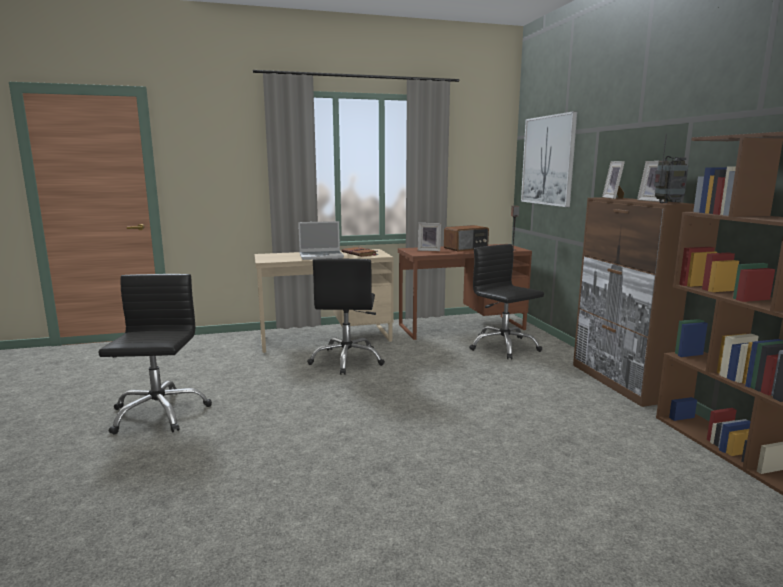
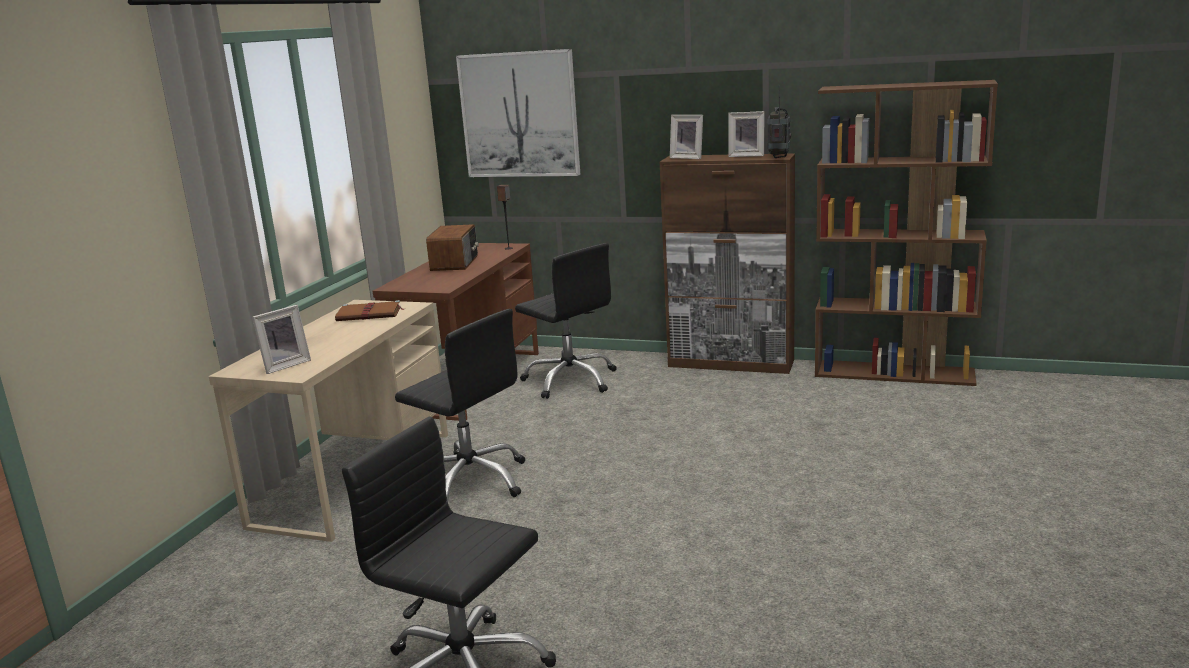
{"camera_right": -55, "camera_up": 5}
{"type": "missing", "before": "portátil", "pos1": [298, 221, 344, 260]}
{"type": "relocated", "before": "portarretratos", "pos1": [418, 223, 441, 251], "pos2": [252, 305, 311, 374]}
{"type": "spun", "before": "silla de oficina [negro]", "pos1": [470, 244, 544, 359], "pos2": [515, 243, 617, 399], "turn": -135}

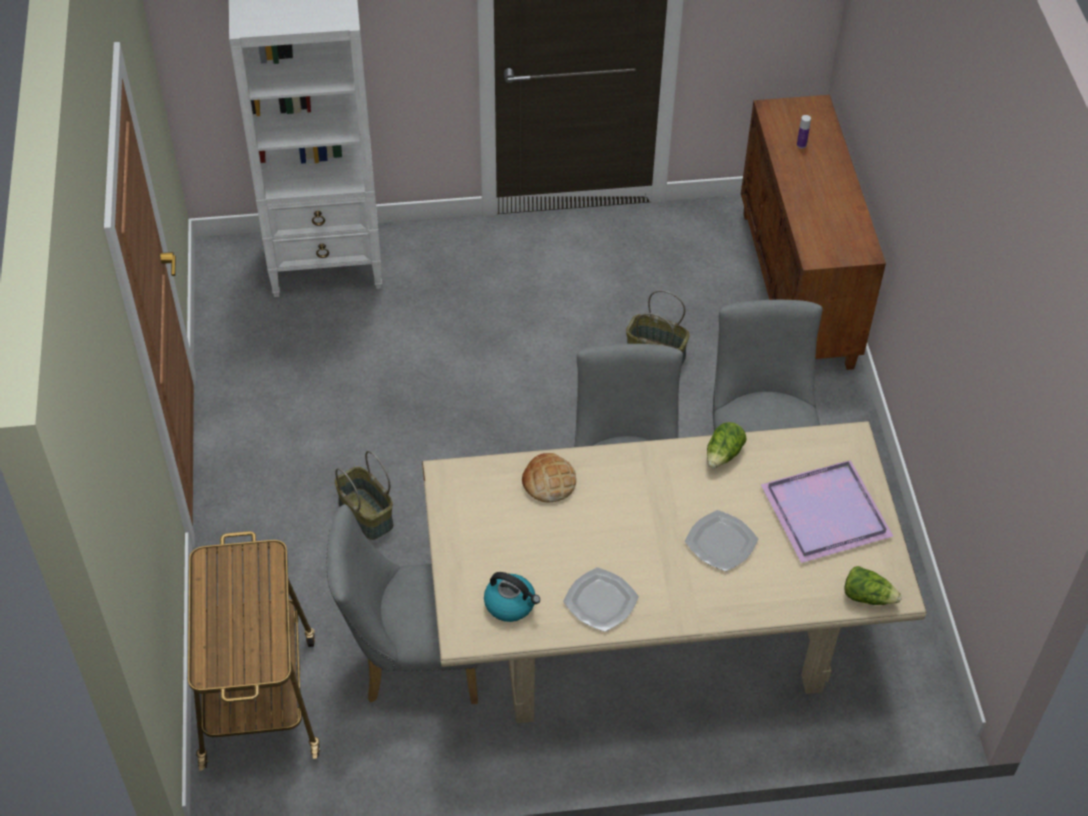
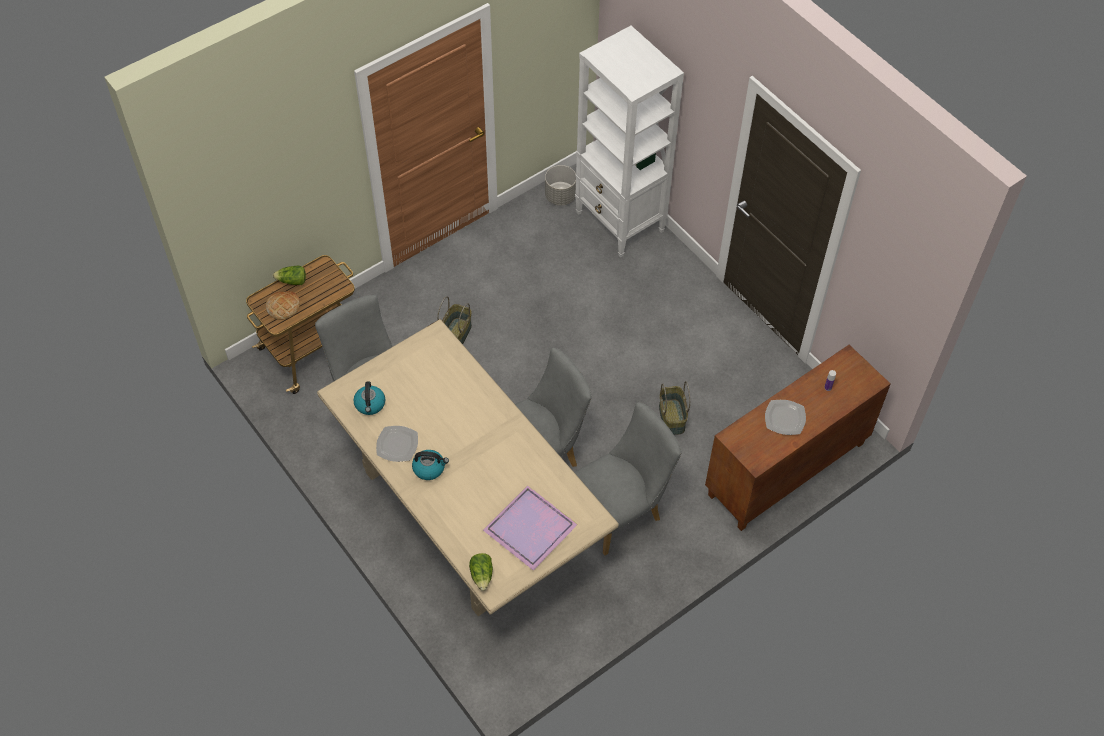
{"camera_right": 60, "camera_up": 5}
{"type": "appeared", "after": "hervidor", "pos2": [412, 450, 449, 480]}
{"type": "appeared", "after": "maceta [gris]", "pos2": [545, 165, 576, 206]}
{"type": "relocated", "before": "pan", "pos1": [522, 453, 576, 503], "pos2": [266, 291, 300, 320]}
{"type": "relocated", "before": "plato", "pos1": [685, 510, 758, 571], "pos2": [765, 400, 806, 435]}
{"type": "relocated", "before": "lechuga", "pos1": [707, 422, 747, 468], "pos2": [272, 266, 306, 285]}

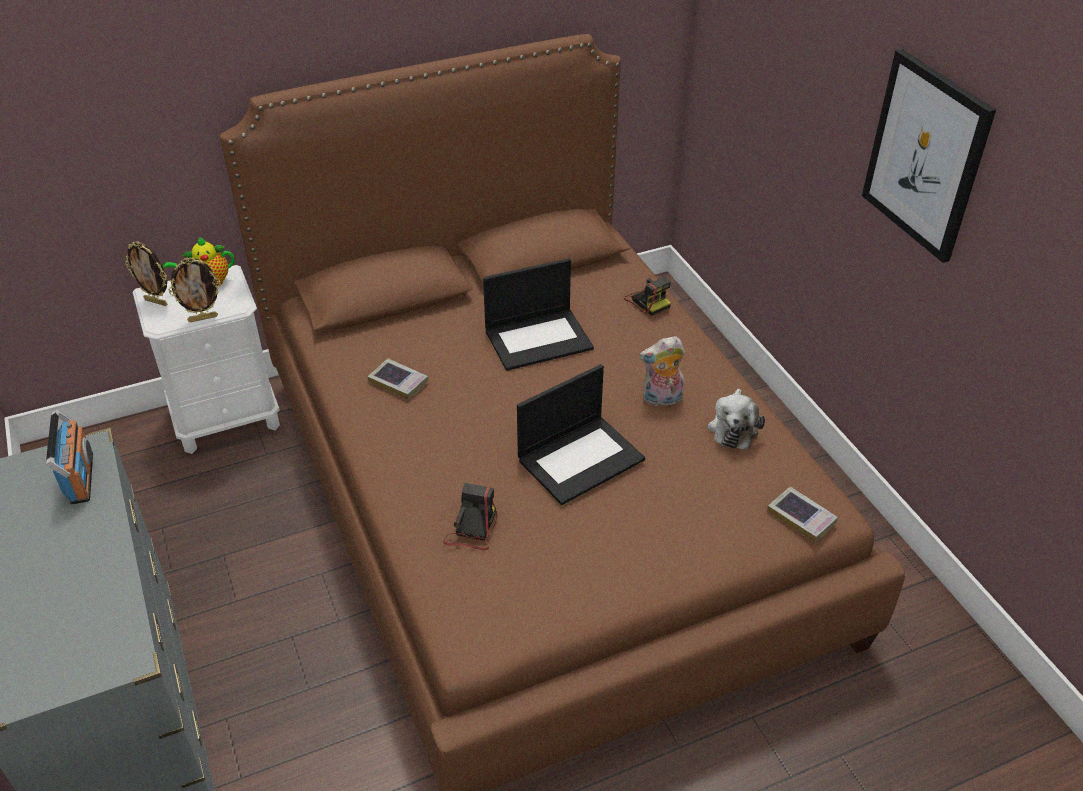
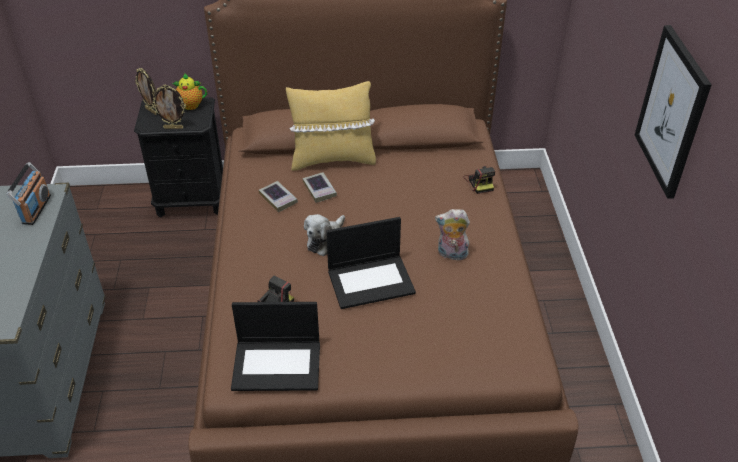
{"camera_right": 20, "camera_up": 0}
{"type": "appeared", "after": "cojín [amarillo]", "pos2": [286, 81, 376, 171]}
{"type": "relocated", "before": "portátil", "pos1": [483, 258, 594, 371], "pos2": [231, 302, 320, 391]}
{"type": "relocated", "before": "peluche", "pos1": [707, 389, 765, 449], "pos2": [304, 214, 345, 256]}
{"type": "relocated", "before": "libro", "pos1": [767, 486, 838, 543], "pos2": [303, 172, 337, 203]}
{"type": "colour", "before": "mesita de noche [blanco]", "after": "mesita de noche [negro]", "pos1": [133, 265, 280, 454], "pos2": [134, 97, 223, 218]}

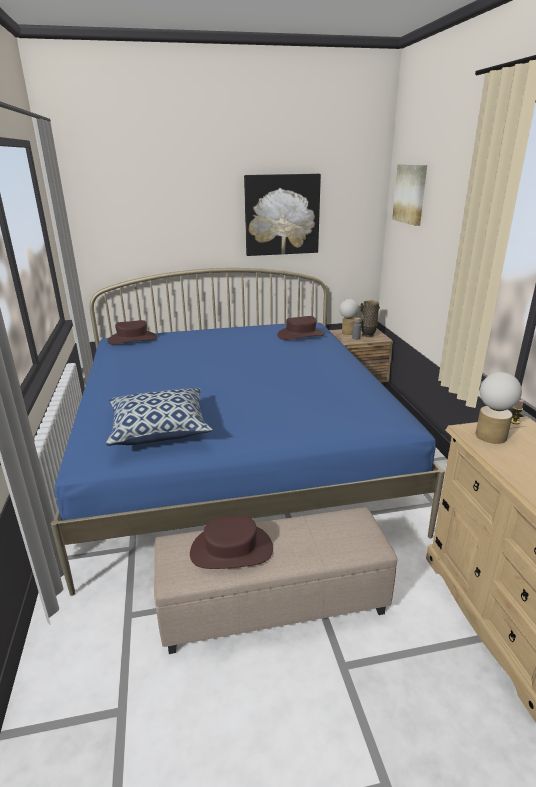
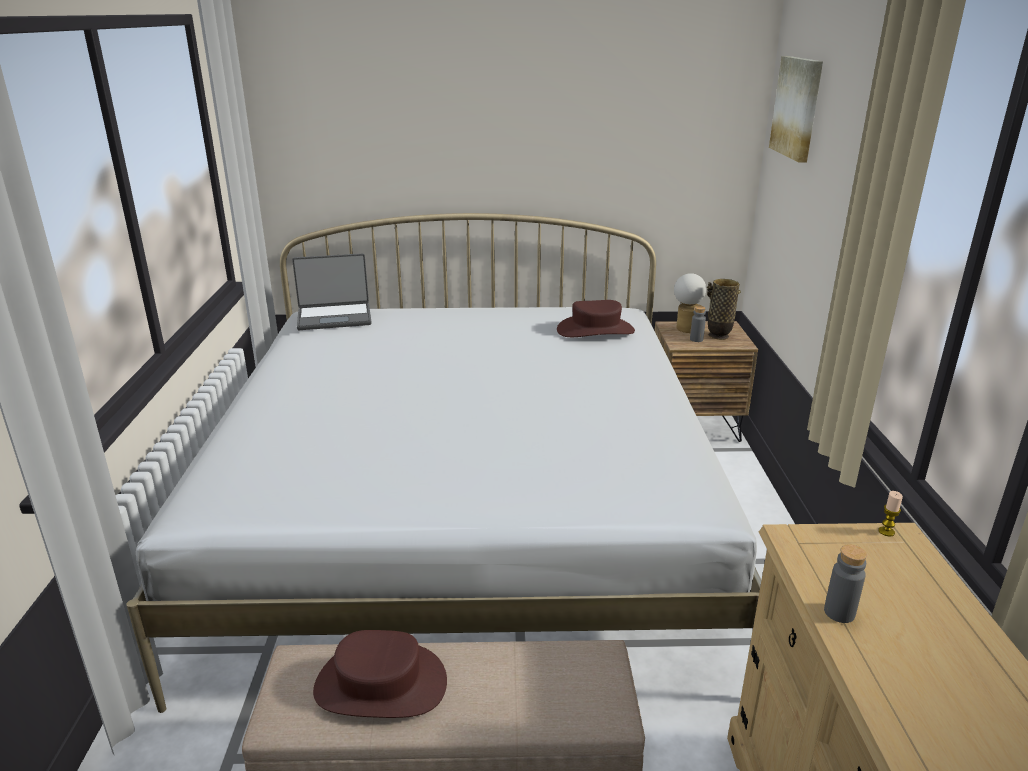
{"camera_right": 10, "camera_up": 0}
{"type": "missing", "before": "cojín", "pos1": [106, 388, 213, 446]}
{"type": "missing", "before": "cuadro", "pos1": [244, 174, 321, 256]}
{"type": "missing", "before": "lámpara de mesa", "pos1": [476, 372, 522, 444]}
{"type": "appeared", "after": "botella [gris]", "pos2": [824, 544, 867, 623]}
{"type": "exchanged", "before": "sombrero [marrón]", "after": "portátil", "pos1": [107, 320, 158, 344], "pos2": [292, 253, 372, 330]}
{"type": "colour", "before": "cama [azul]", "after": "cama [blanco]", "pos1": [51, 268, 445, 596], "pos2": [126, 213, 761, 713]}

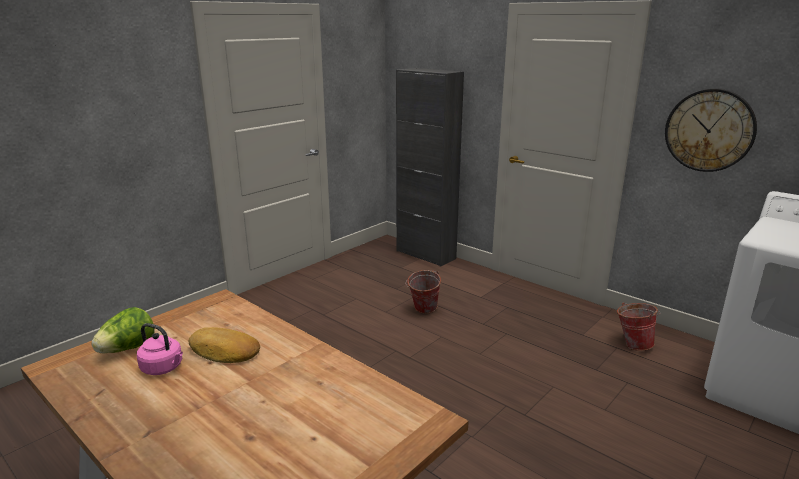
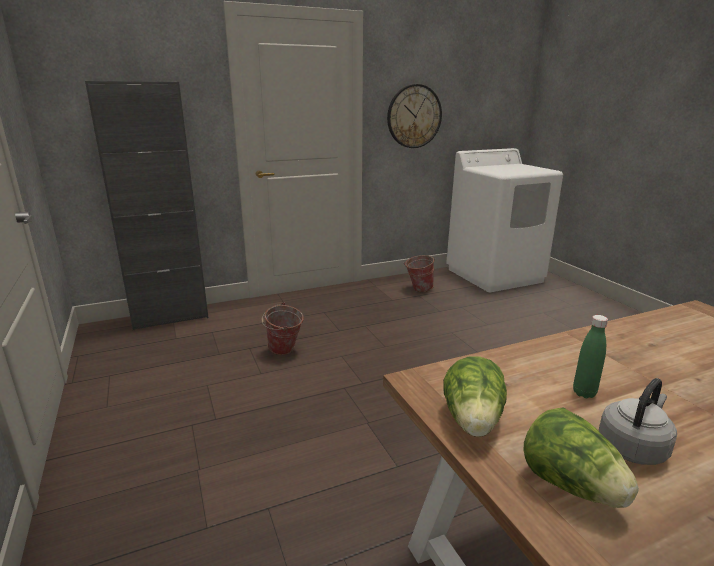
{"camera_right": -65, "camera_up": 0}
{"type": "appeared", "after": "lechuga", "pos2": [443, 356, 507, 437]}
{"type": "exchanged", "before": "pan", "after": "botella [verde]", "pos1": [189, 327, 260, 363], "pos2": [573, 315, 608, 398]}
{"type": "colour", "before": "hervidor [rosa]", "after": "hervidor [gris]", "pos1": [137, 323, 183, 375], "pos2": [599, 378, 677, 465]}

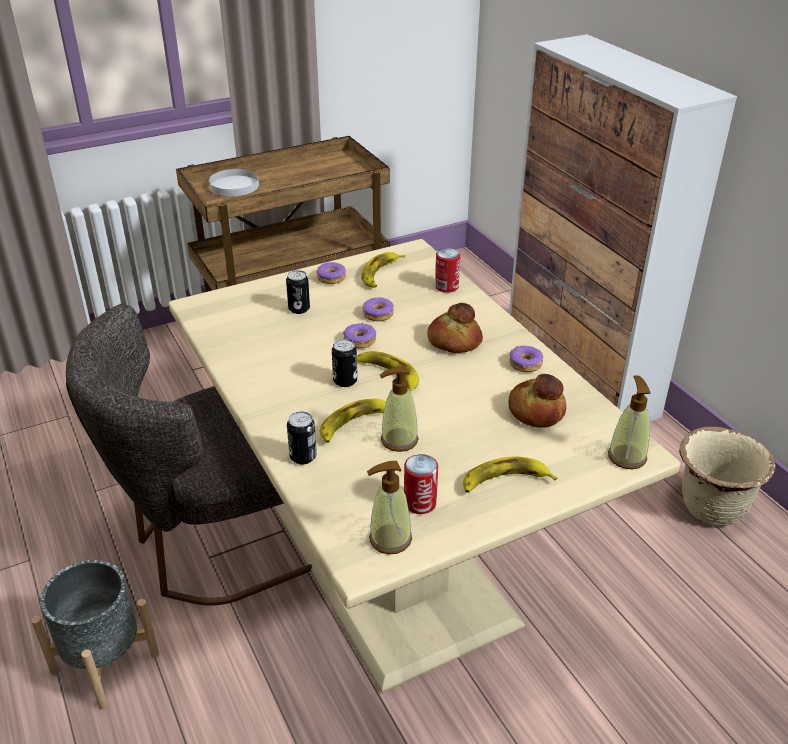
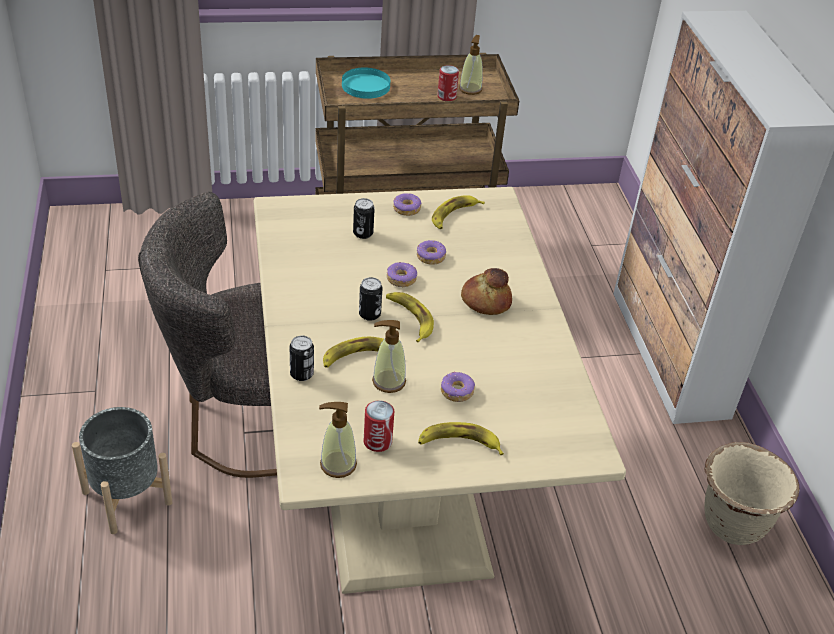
{"camera_right": 15, "camera_up": 5}
{"type": "missing", "before": "pan", "pos1": [508, 374, 567, 428]}
{"type": "relocated", "before": "lata", "pos1": [435, 248, 460, 293], "pos2": [437, 65, 459, 101]}
{"type": "relocated", "before": "rosquilla", "pos1": [509, 346, 543, 372], "pos2": [441, 371, 475, 402]}
{"type": "relocated", "before": "dispensador de jabón", "pos1": [608, 376, 650, 469], "pos2": [459, 35, 483, 95]}
{"type": "colour", "before": "plato [blanco]", "after": "plato [turquesa]", "pos1": [209, 169, 259, 197], "pos2": [342, 67, 390, 99]}

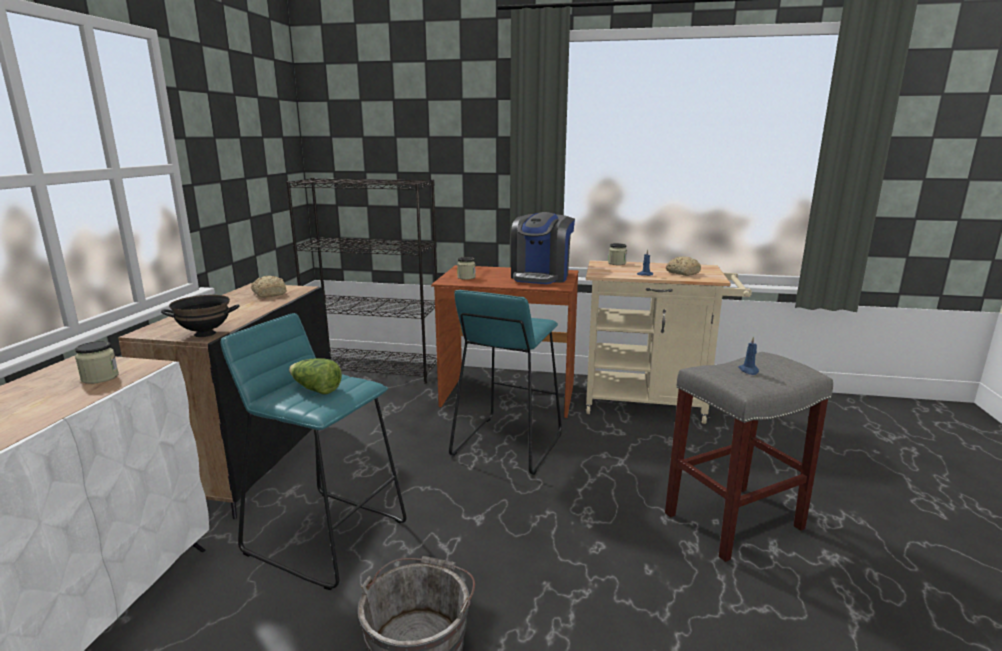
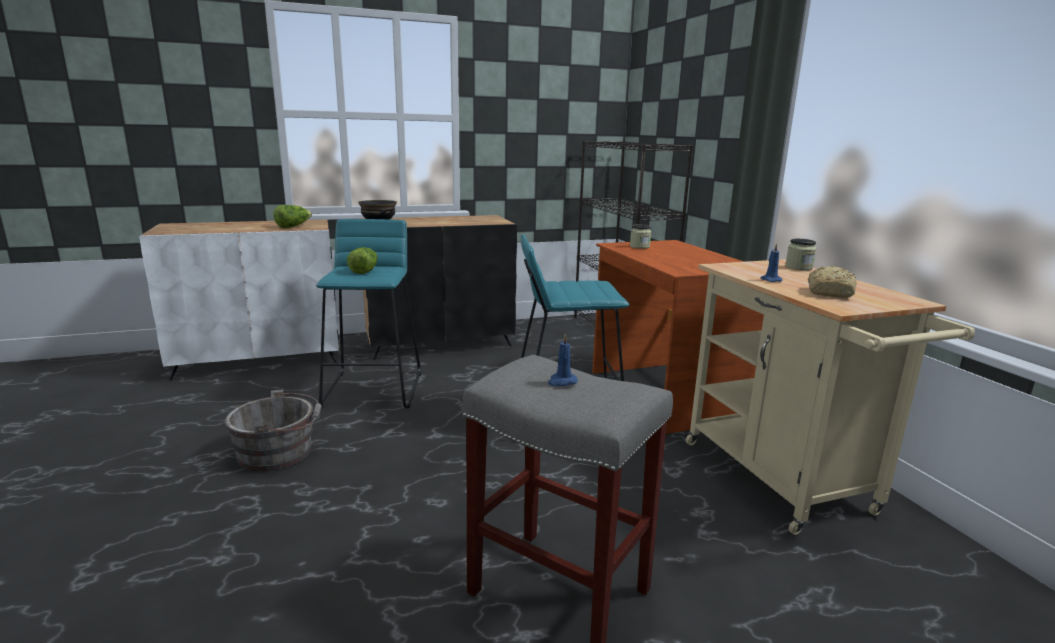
{"camera_right": 60, "camera_up": 0}
{"type": "missing", "before": "pan", "pos1": [251, 276, 287, 297]}
{"type": "missing", "before": "cafetera", "pos1": [511, 212, 575, 284]}
{"type": "exchanged", "before": "tarro", "after": "lechuga", "pos1": [75, 341, 119, 384], "pos2": [273, 205, 312, 228]}

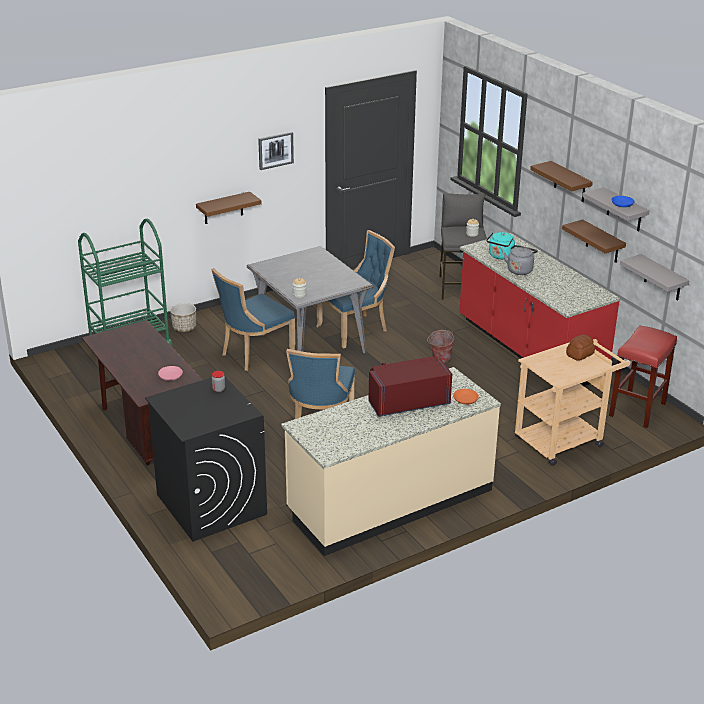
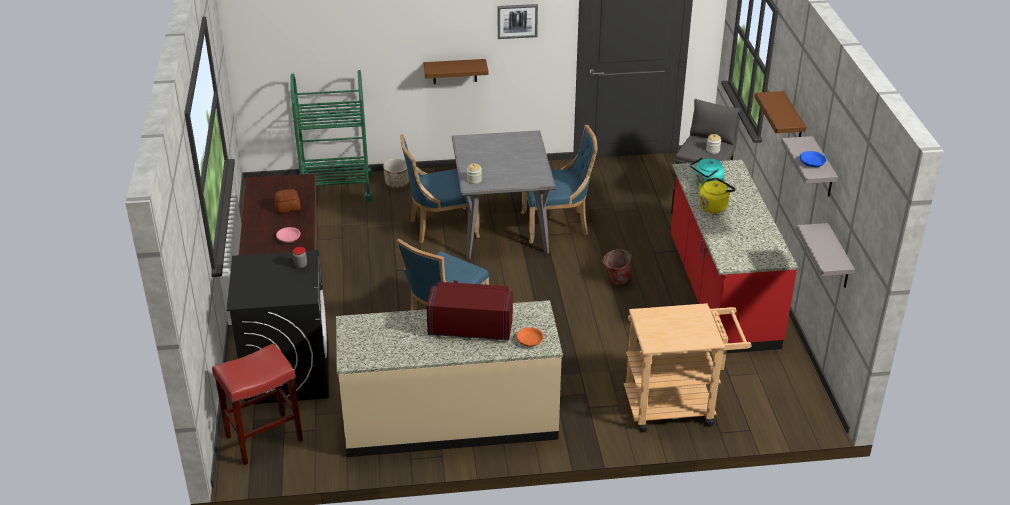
{"camera_right": 25, "camera_up": 5}
{"type": "missing", "before": "estante [marrón]", "pos1": [562, 219, 626, 263]}
{"type": "relocated", "before": "pan", "pos1": [566, 334, 595, 361], "pos2": [274, 189, 301, 213]}
{"type": "relocated", "before": "taburete [rojo]", "pos1": [609, 325, 677, 428], "pos2": [212, 343, 303, 465]}
{"type": "colour", "before": "hervidor [gris]", "after": "hervidor [amarillo]", "pos1": [504, 245, 538, 275], "pos2": [699, 177, 736, 213]}

